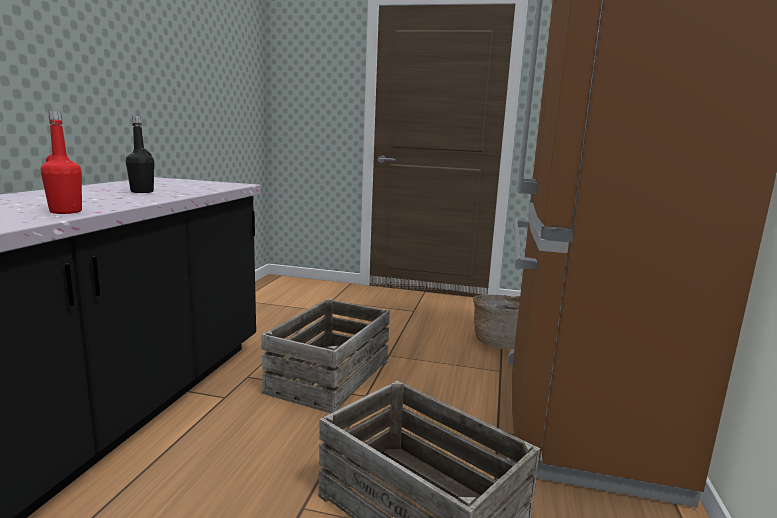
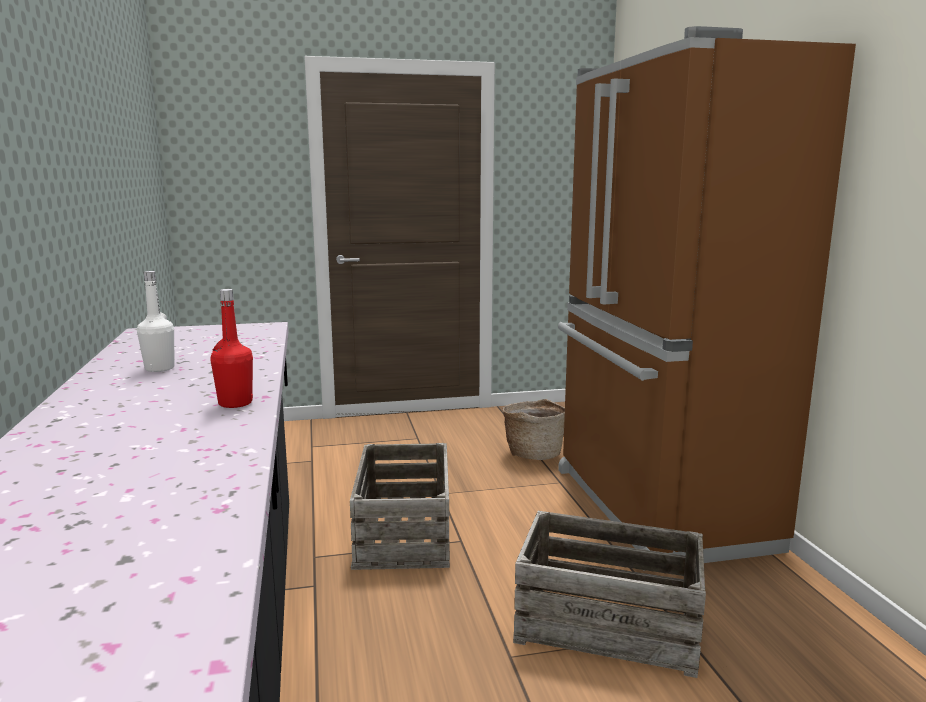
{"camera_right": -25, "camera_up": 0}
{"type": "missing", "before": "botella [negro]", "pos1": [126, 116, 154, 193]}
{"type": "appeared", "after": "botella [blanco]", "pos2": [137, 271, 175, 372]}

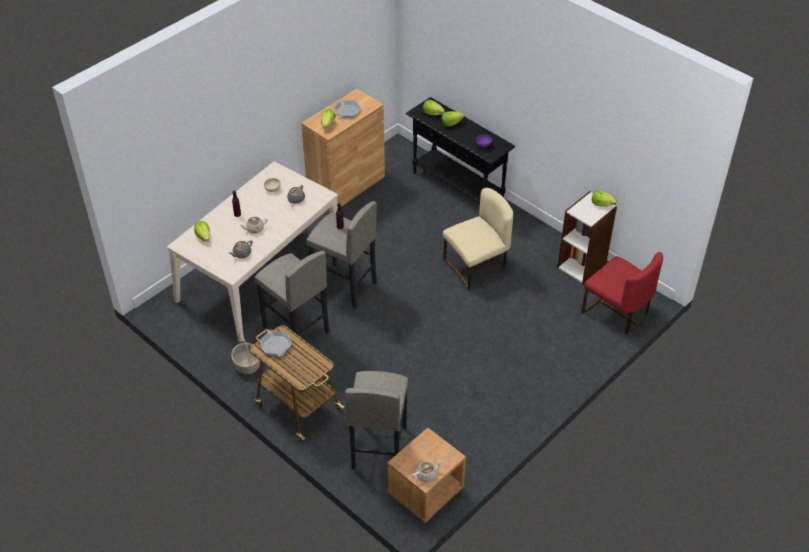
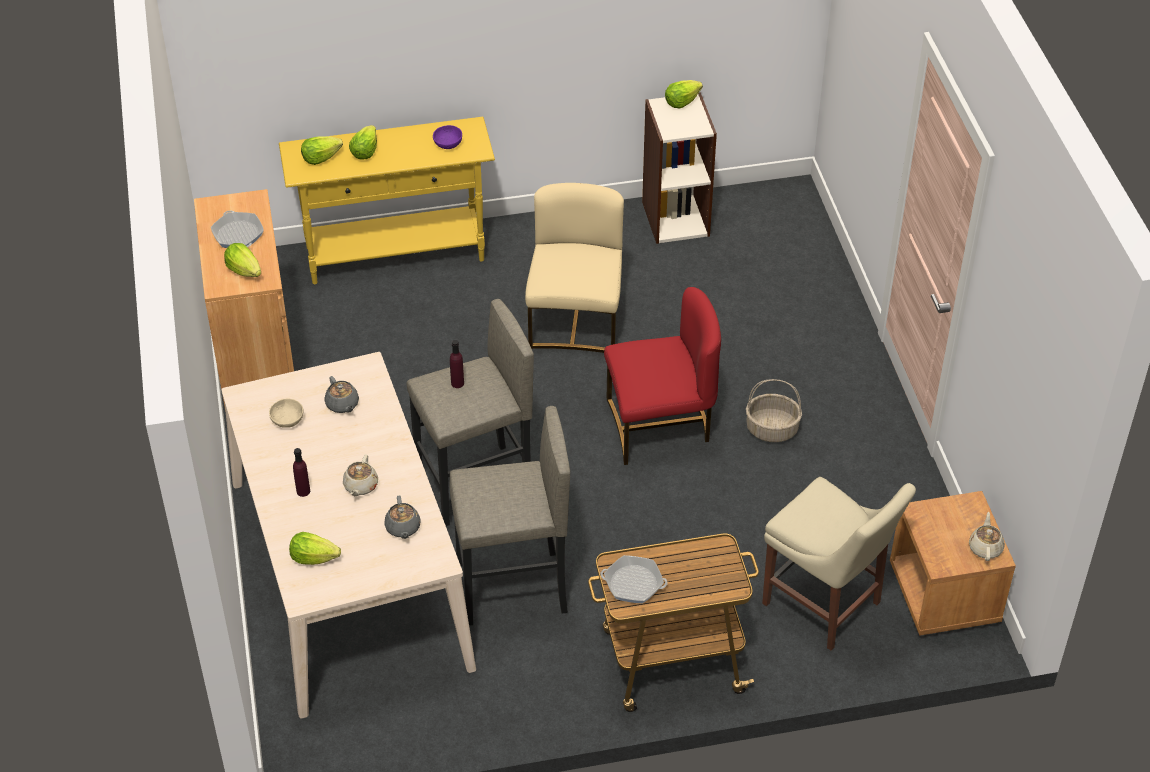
{"camera_right": -55, "camera_up": 0}
{"type": "relocated", "before": "cesta", "pos1": [231, 333, 260, 374], "pos2": [746, 379, 802, 442]}
{"type": "relocated", "before": "silla [rojo]", "pos1": [581, 252, 663, 334], "pos2": [604, 287, 721, 465]}
{"type": "exchanged", "before": "taburete [gris]", "after": "silla [beis]", "pos1": [345, 371, 408, 470], "pos2": [762, 477, 916, 650]}
{"type": "colour", "before": "mesa consola [negro]", "after": "mesa consola [amarillo]", "pos1": [406, 97, 515, 204], "pos2": [279, 117, 495, 284]}

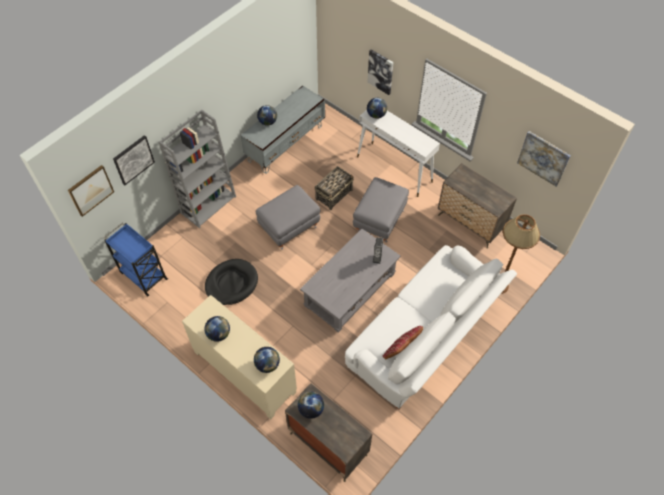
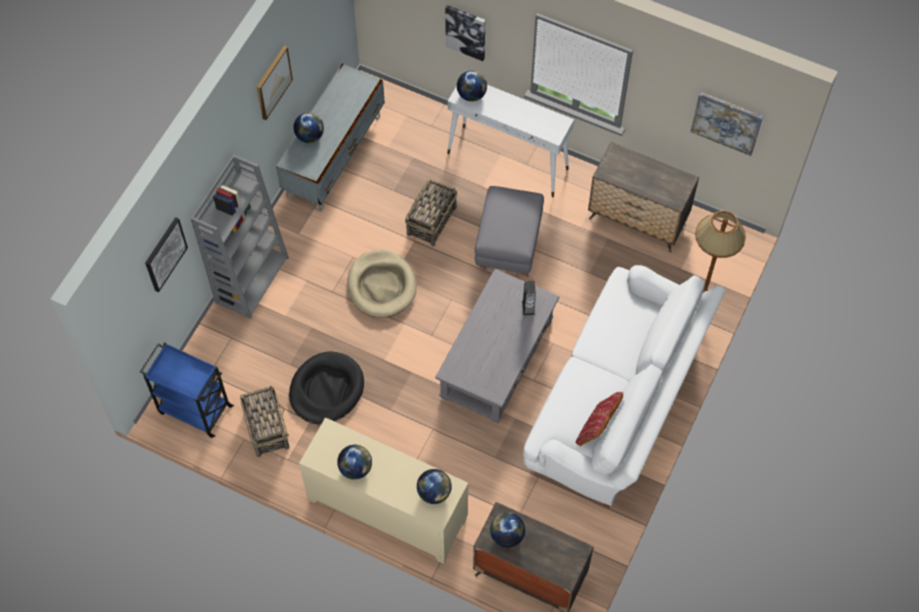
{"camera_right": -15, "camera_up": 5}
{"type": "appeared", "after": "cesta", "pos2": [240, 386, 289, 457]}
{"type": "relocated", "before": "cuadro", "pos1": [68, 165, 114, 217], "pos2": [257, 46, 293, 120]}
{"type": "exchanged", "before": "puf [gris]", "after": "cama para perro [beis]", "pos1": [256, 185, 320, 250], "pos2": [347, 250, 417, 317]}

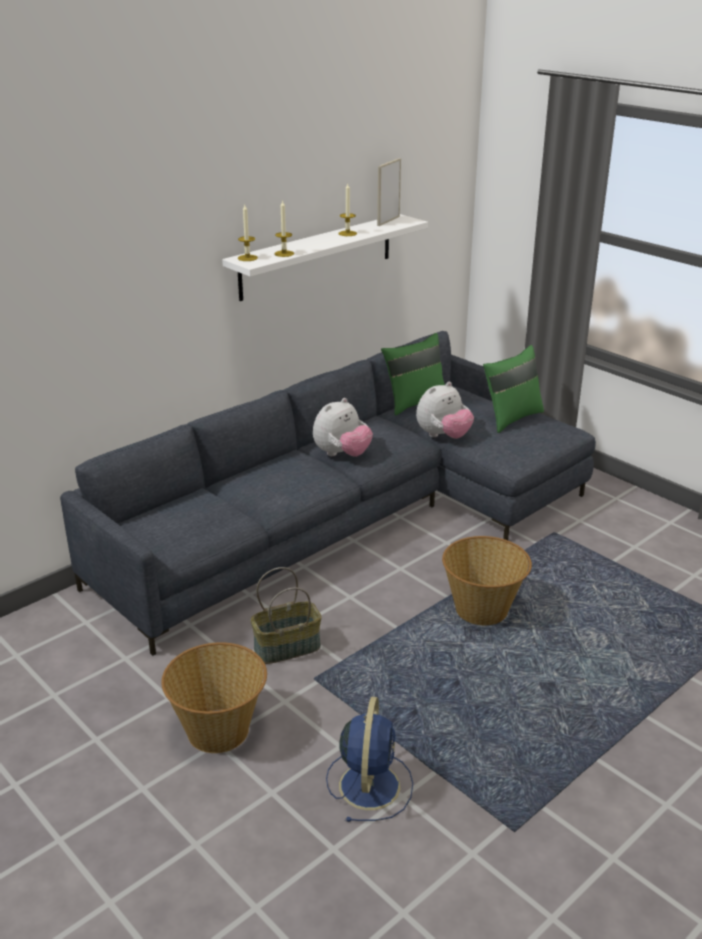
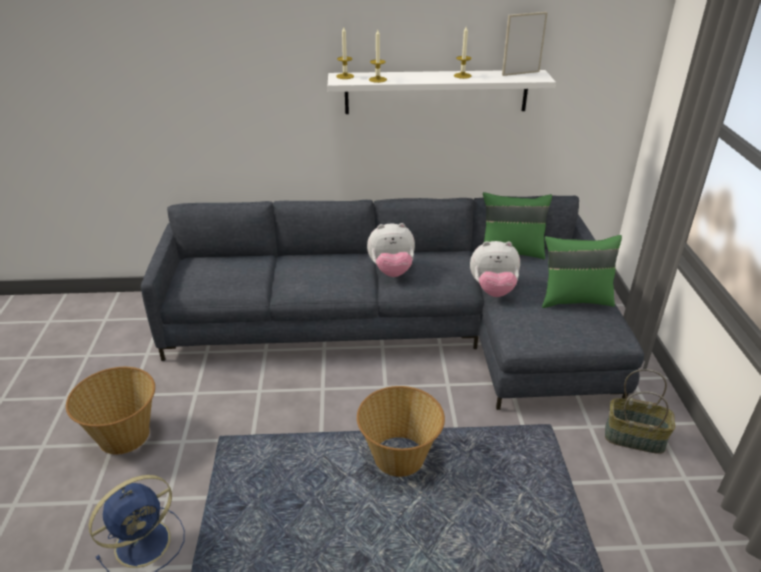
{"camera_right": 40, "camera_up": 5}
{"type": "relocated", "before": "cesta", "pos1": [251, 567, 322, 664], "pos2": [605, 369, 675, 454]}

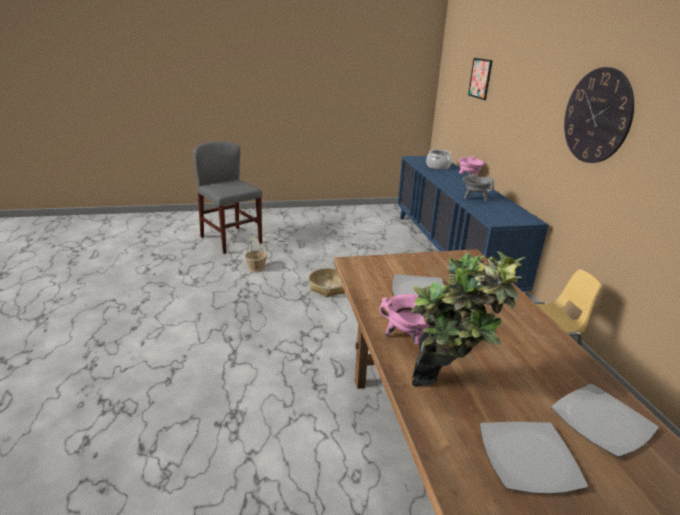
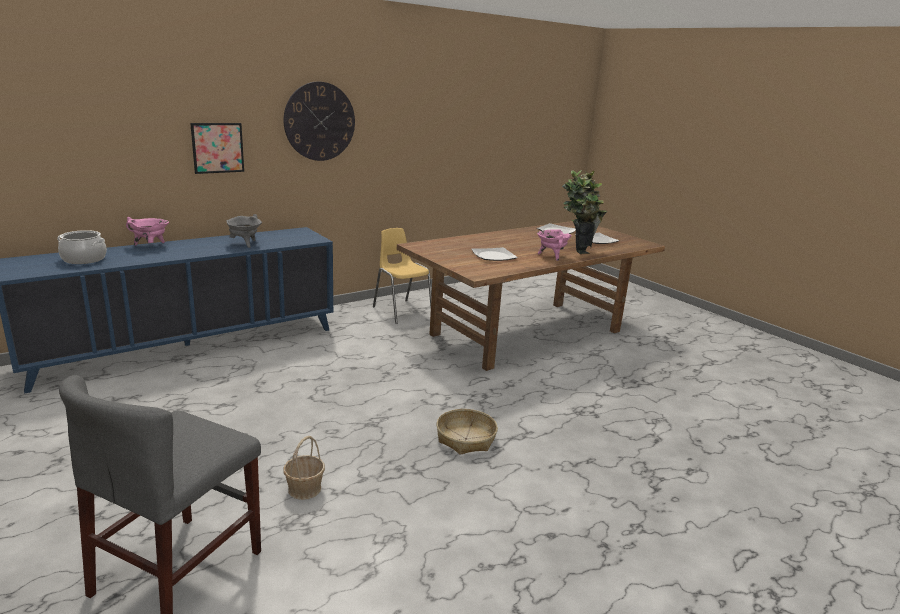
{"camera_right": -115, "camera_up": -5}
{"type": "relocated", "before": "cesta", "pos1": [309, 268, 345, 297], "pos2": [437, 409, 498, 455]}
{"type": "relocated", "before": "cuadro", "pos1": [468, 58, 493, 100], "pos2": [190, 123, 244, 174]}

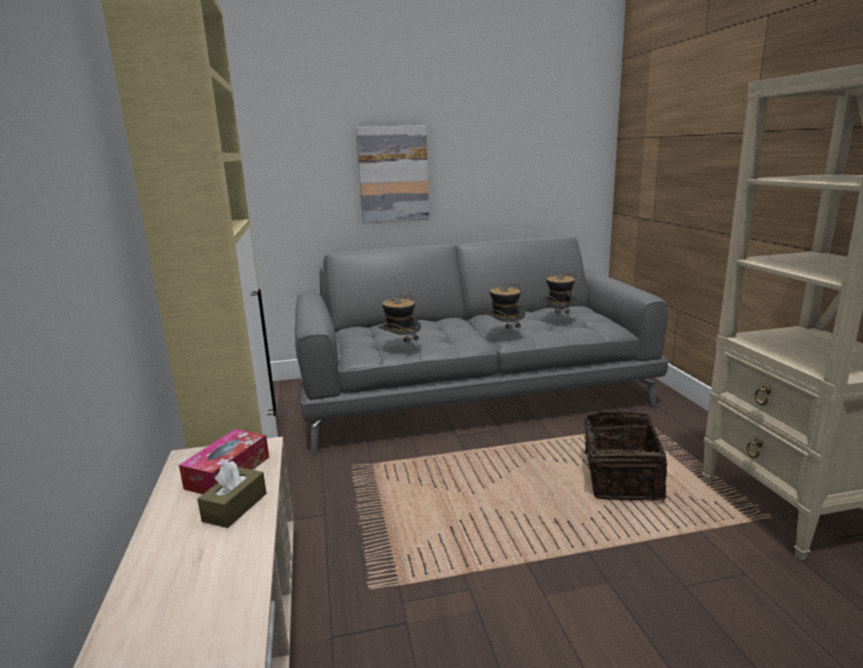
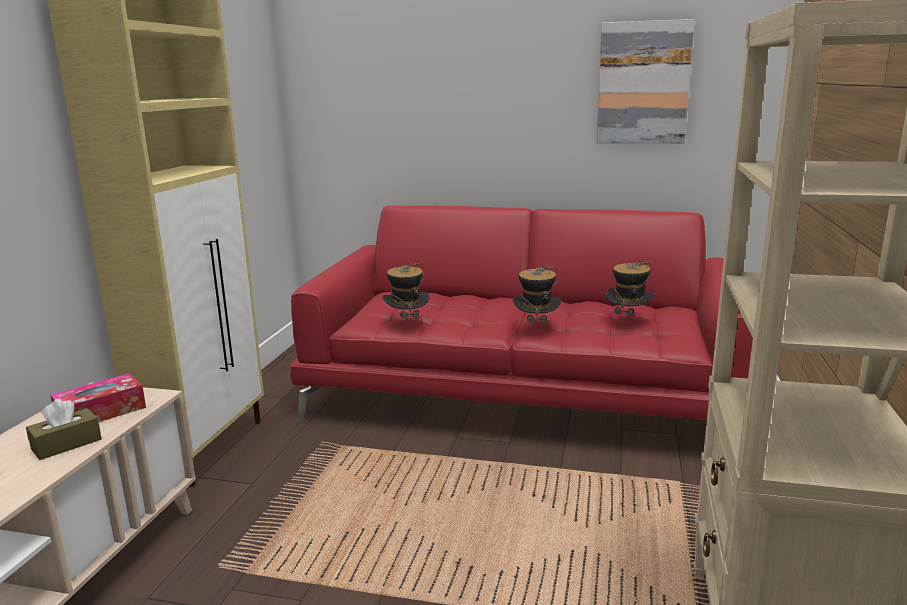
{"camera_right": 25, "camera_up": 0}
{"type": "missing", "before": "cesta", "pos1": [571, 412, 667, 501]}
{"type": "relocated", "before": "cuadro", "pos1": [356, 125, 430, 223], "pos2": [597, 19, 695, 143]}
{"type": "colour", "before": "sofá [gris]", "after": "sofá [rojo]", "pos1": [295, 236, 668, 456], "pos2": [290, 205, 753, 423]}

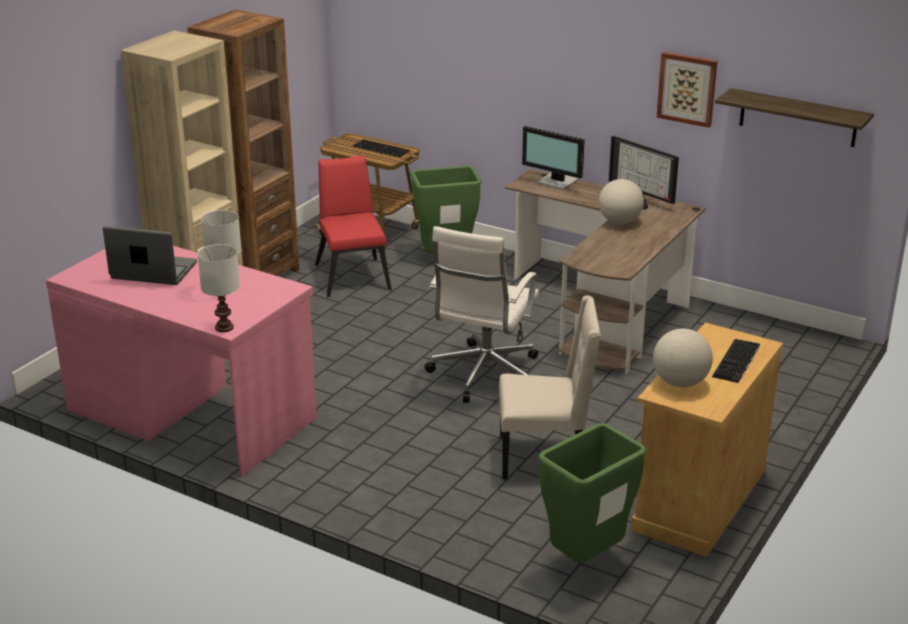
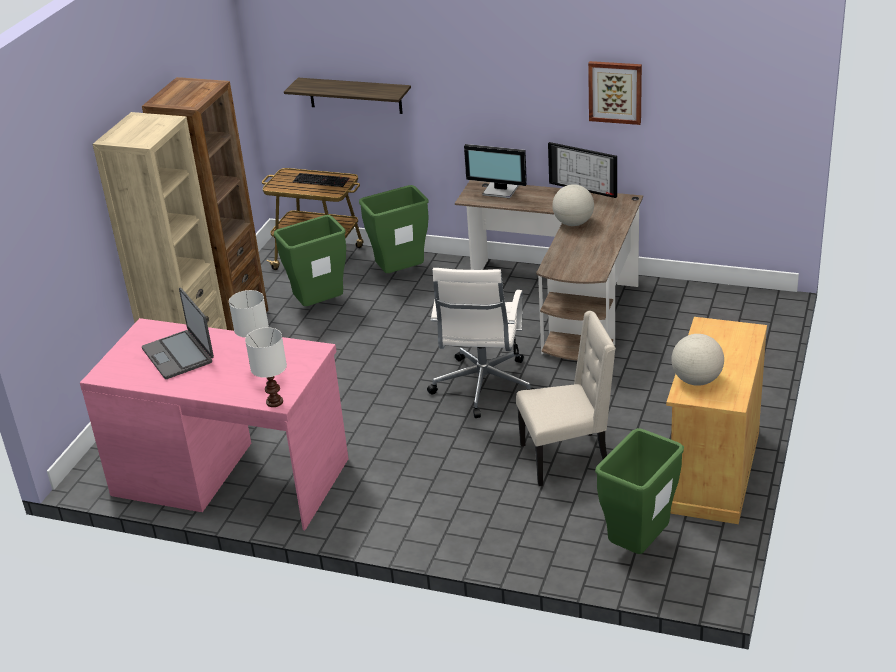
{"camera_right": -10, "camera_up": 5}
{"type": "missing", "before": "teclado", "pos1": [712, 339, 760, 383]}
{"type": "relocated", "before": "estante", "pos1": [715, 88, 874, 147], "pos2": [284, 78, 411, 114]}
{"type": "exchanged", "before": "silla [rojo]", "after": "papelera [verde]", "pos1": [315, 155, 392, 297], "pos2": [274, 215, 346, 306]}
{"type": "spun", "before": "portátil", "pos1": [103, 226, 197, 285], "pos2": [142, 287, 214, 379], "turn": -120}

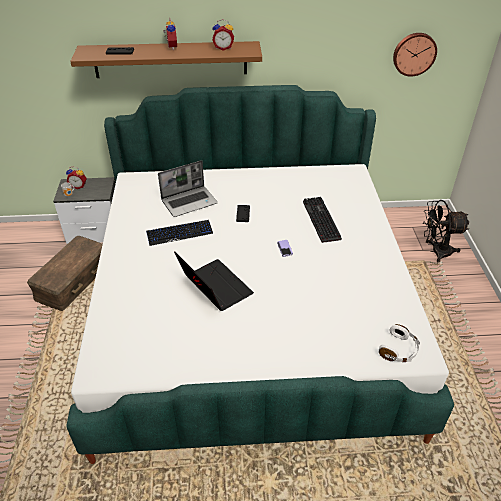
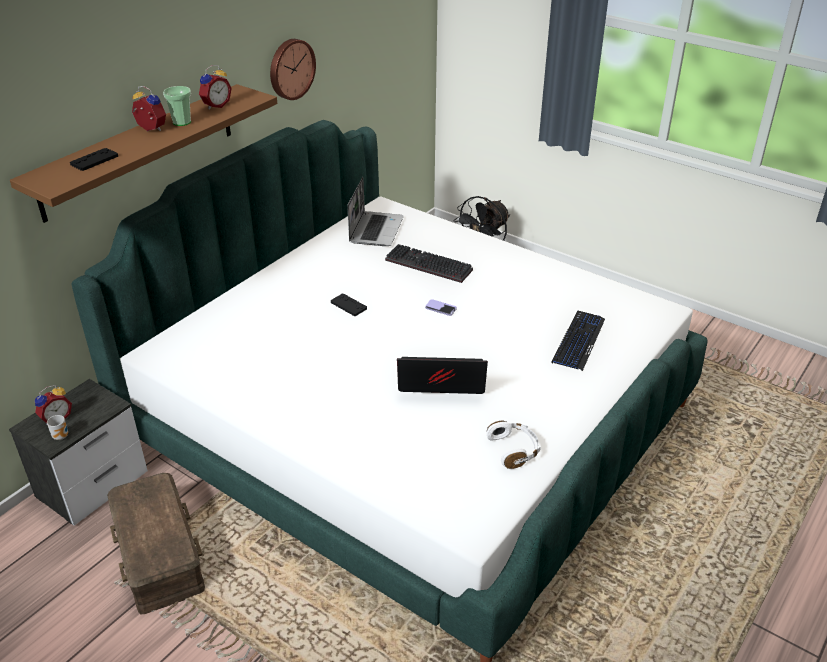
{"camera_right": -50, "camera_up": -5}
{"type": "appeared", "after": "taza", "pos2": [163, 86, 191, 126]}
{"type": "relocated", "before": "teclado", "pos1": [146, 220, 213, 246], "pos2": [551, 310, 605, 371]}
{"type": "relocated", "before": "portátil", "pos1": [158, 160, 218, 217], "pos2": [347, 177, 404, 246]}
{"type": "relocated", "before": "auriculares [blanco]", "pos1": [379, 324, 420, 362], "pos2": [487, 421, 541, 469]}
{"type": "relocated", "before": "reloj de pared", "pos1": [393, 33, 437, 77], "pos2": [270, 39, 316, 100]}

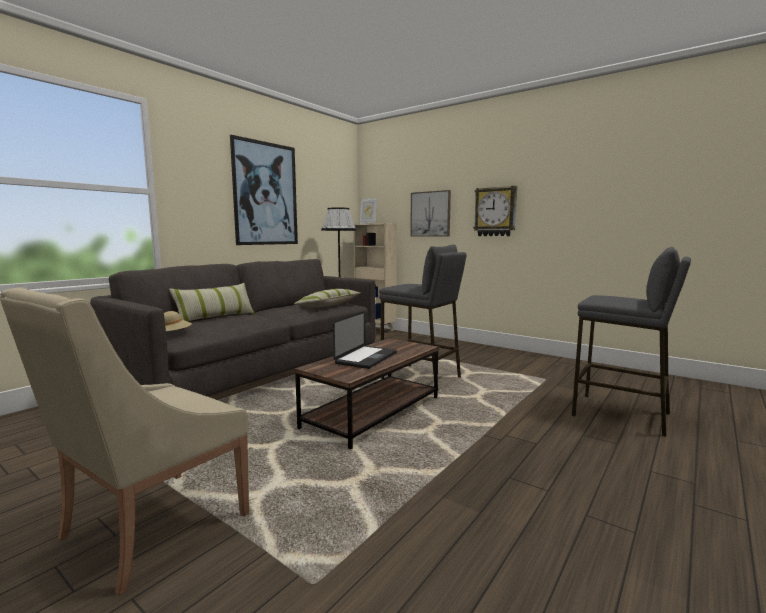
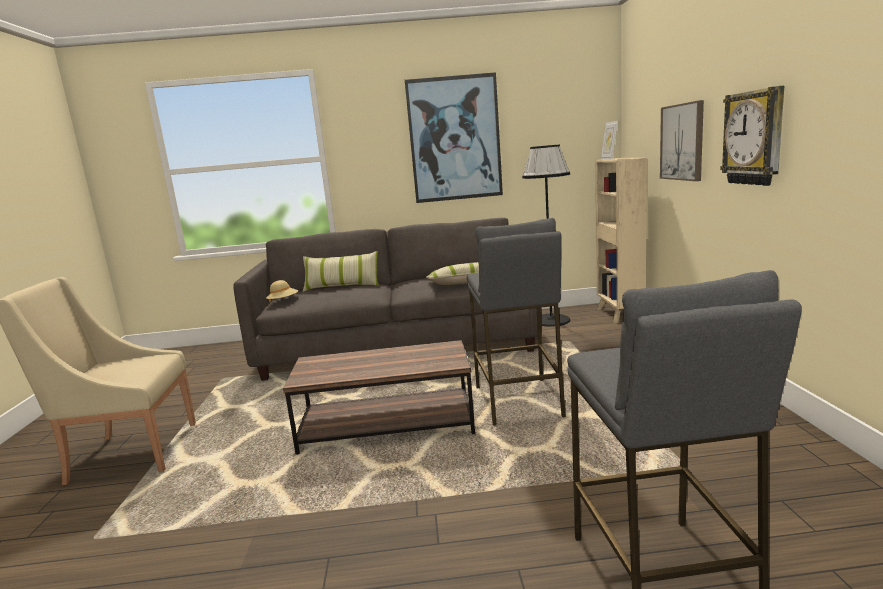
{"camera_right": 50, "camera_up": 5}
{"type": "missing", "before": "portátil", "pos1": [333, 311, 397, 369]}

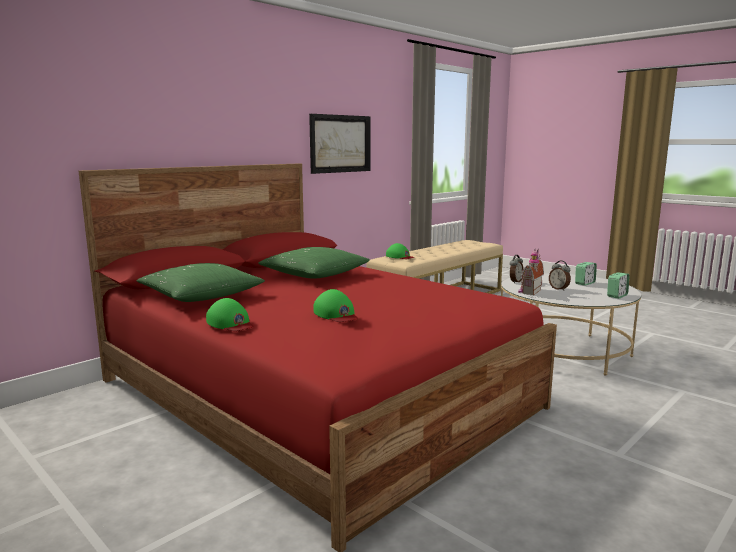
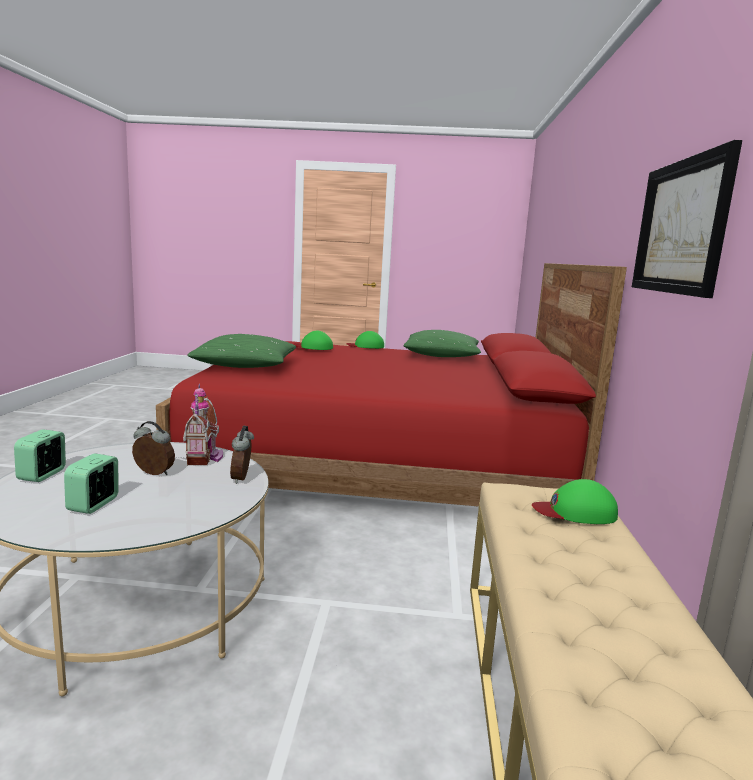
{"camera_right": 140, "camera_up": 0}
{"type": "relocated", "before": "cojín [verde]", "pos1": [258, 247, 370, 279], "pos2": [187, 334, 296, 368]}

